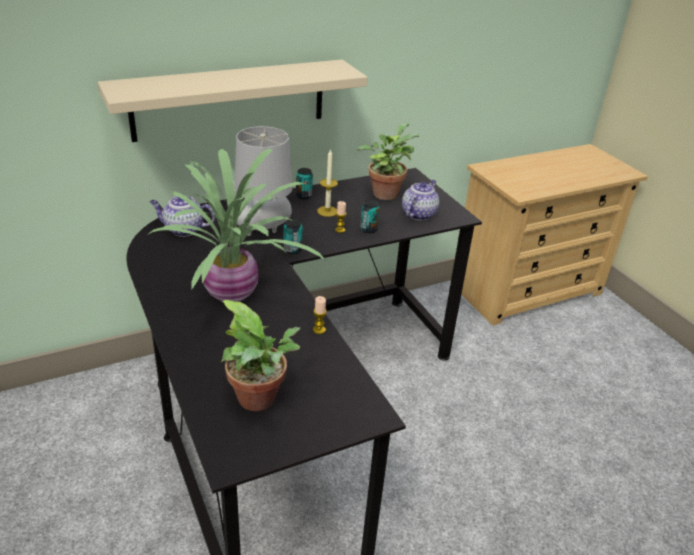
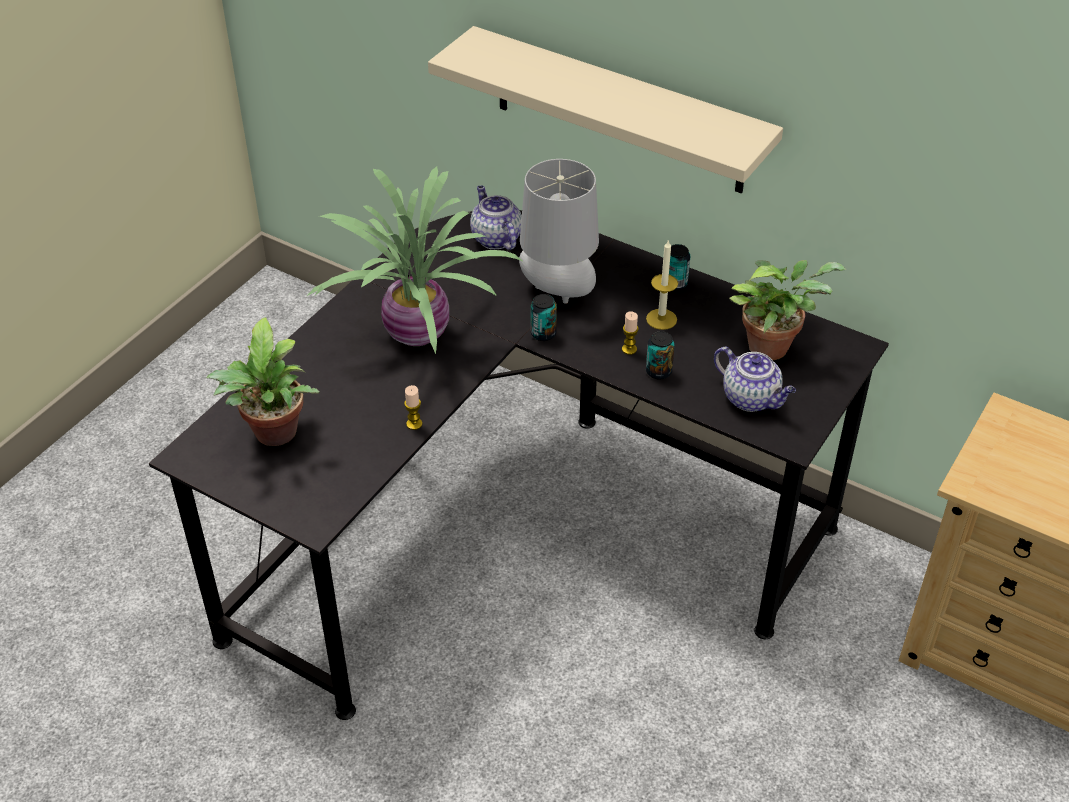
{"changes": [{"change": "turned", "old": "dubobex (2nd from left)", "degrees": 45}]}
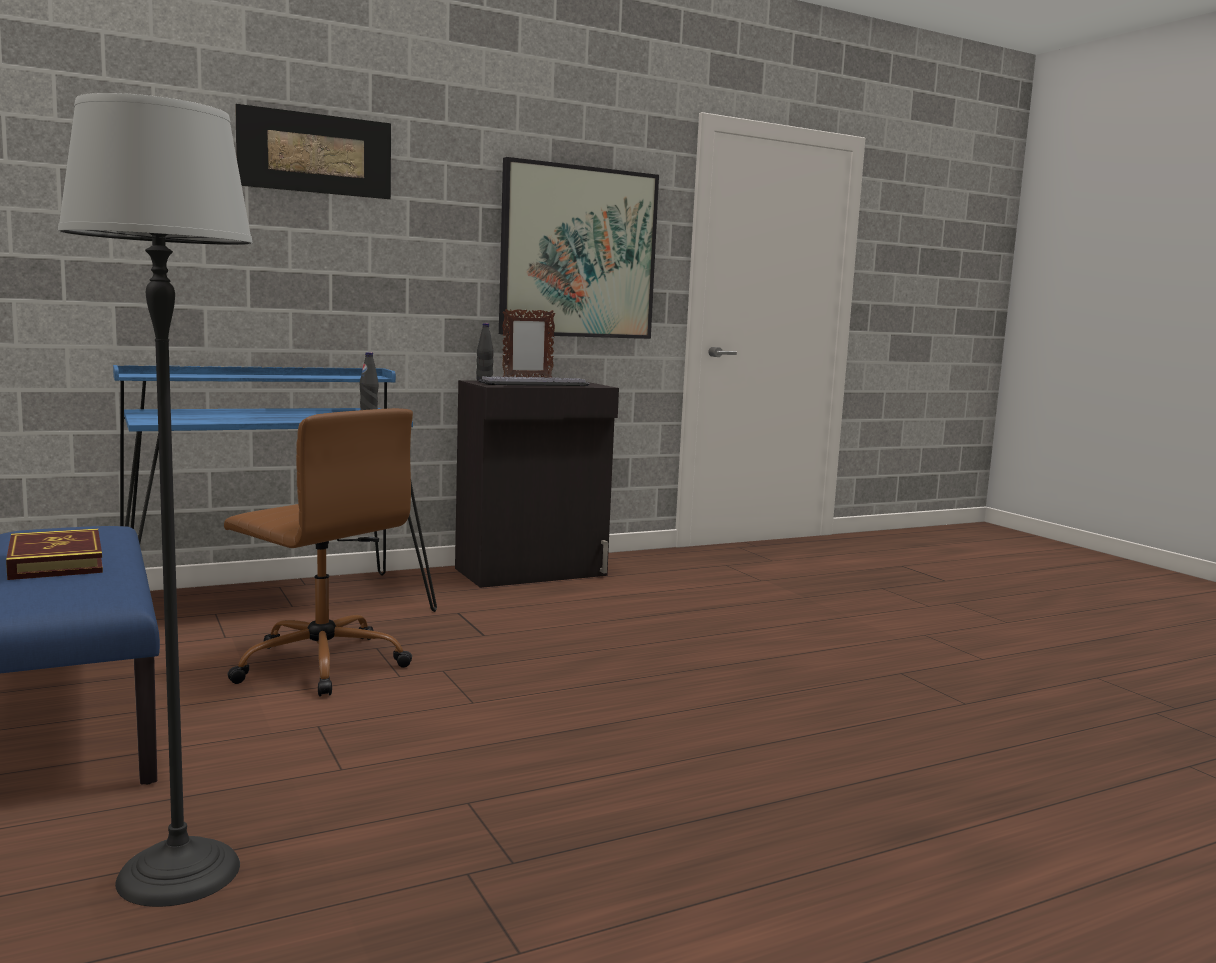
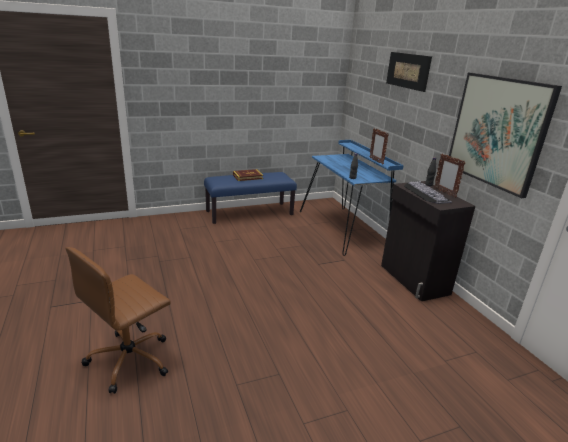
{"changes": [{"change": "removed", "old": "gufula"}, {"change": "moved", "old": "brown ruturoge"}, {"change": "added", "new": "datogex (1st from left)"}]}
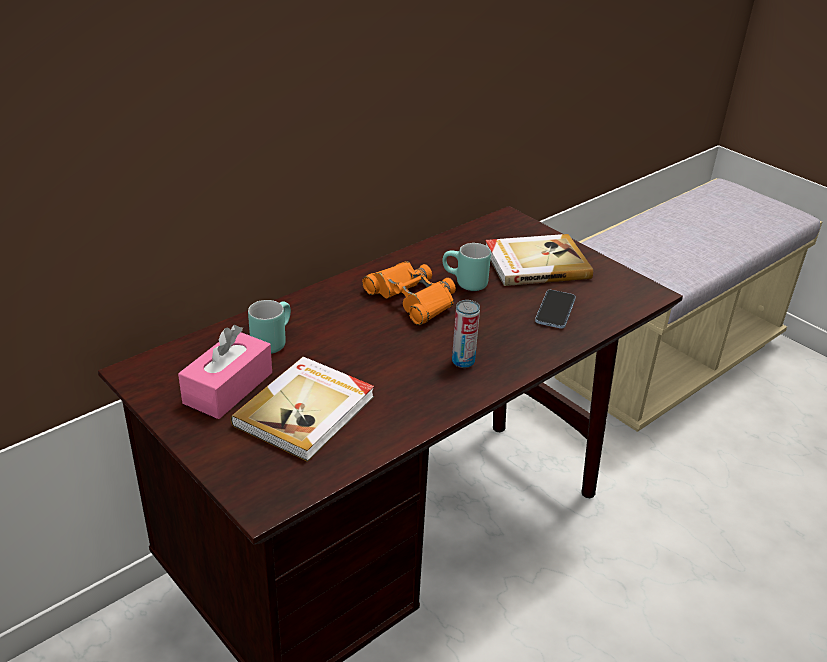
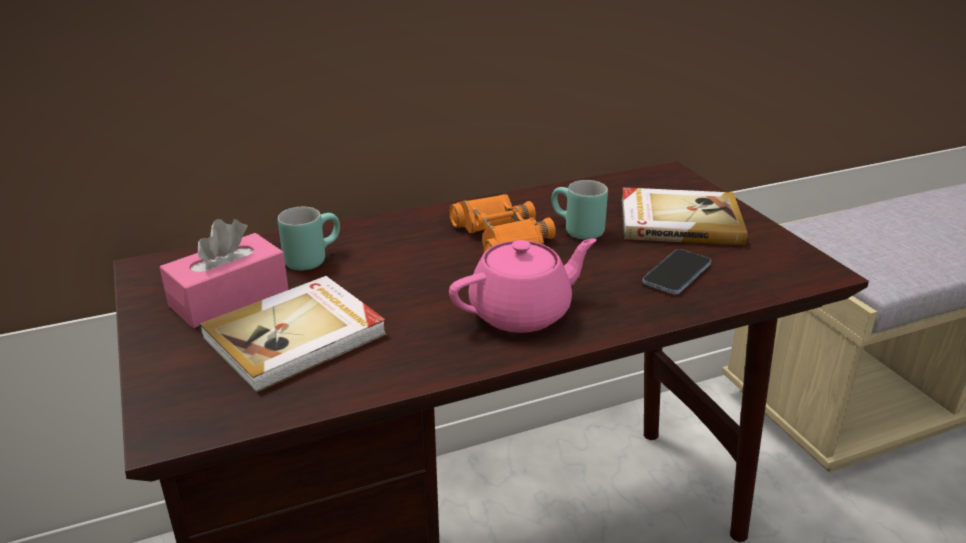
{"changes": [{"change": "replaced", "old": "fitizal", "new": "pink dubobex"}]}
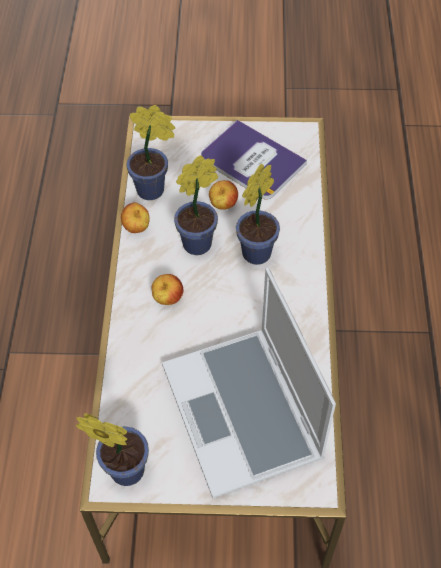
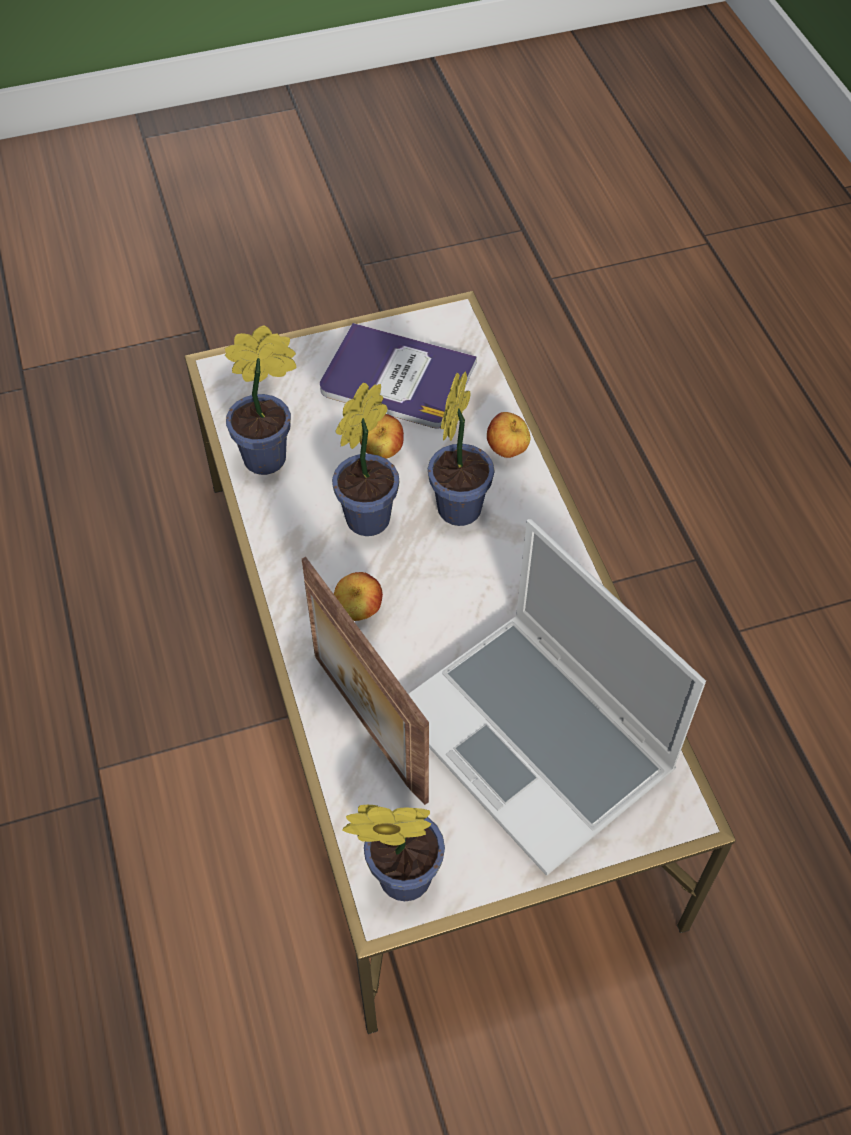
{"changes": [{"change": "moved", "old": "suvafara (1st from left in the first image)", "new": "suvafara (3rd from left)"}, {"change": "added", "new": "datogex"}]}
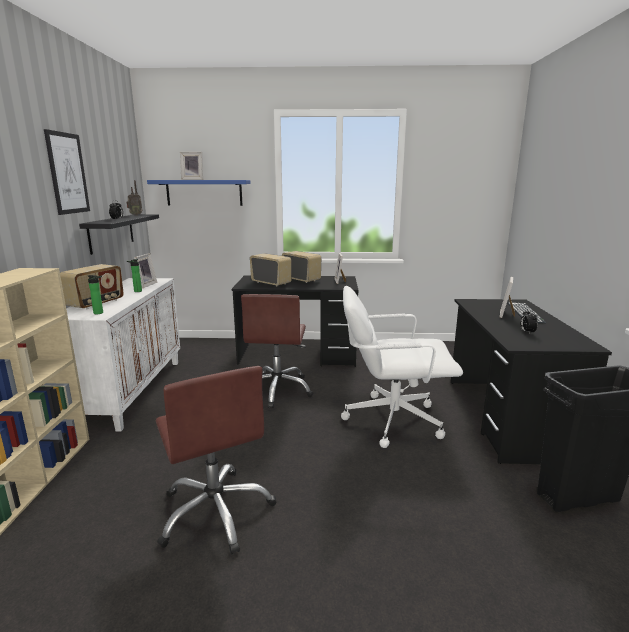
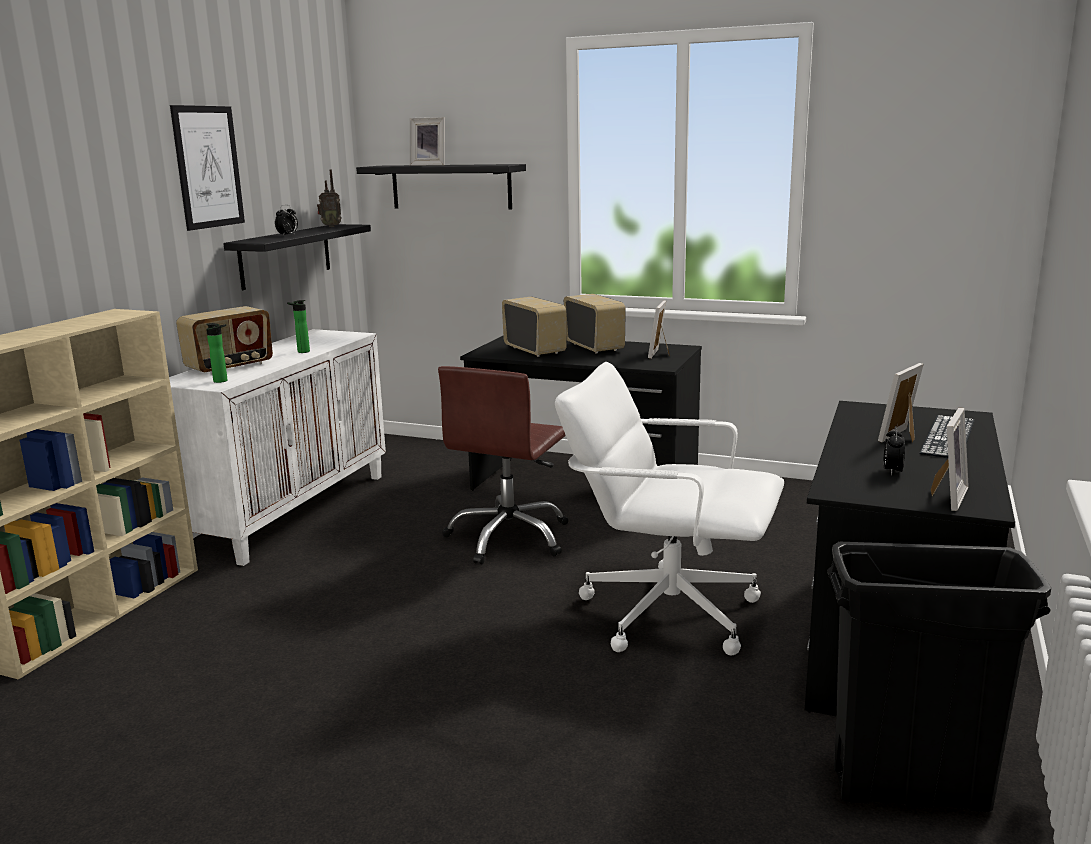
{"changes": [{"change": "recoloured", "old": "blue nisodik", "new": "black nisodik (2nd from left)"}, {"change": "moved", "old": "datogex (1st from left in the first image)", "new": "datogex (4th from left)"}, {"change": "removed", "old": "brown ruturoge (1st from left)"}]}
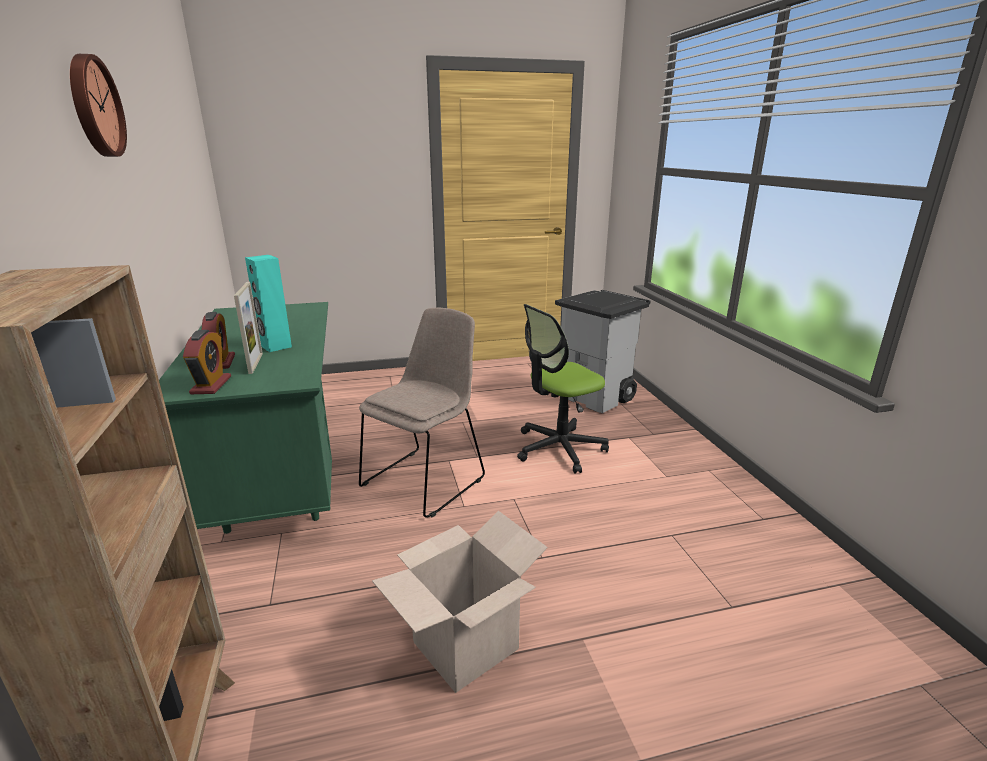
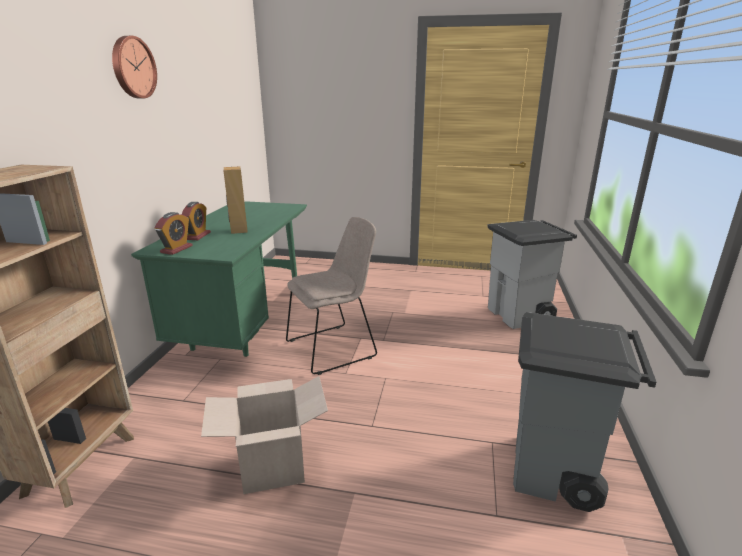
{"changes": [{"change": "recoloured", "old": "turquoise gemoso", "new": "brown gemoso"}, {"change": "removed", "old": "datogex"}, {"change": "removed", "old": "ruturoge"}, {"change": "added", "new": "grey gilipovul (2nd from left)"}]}
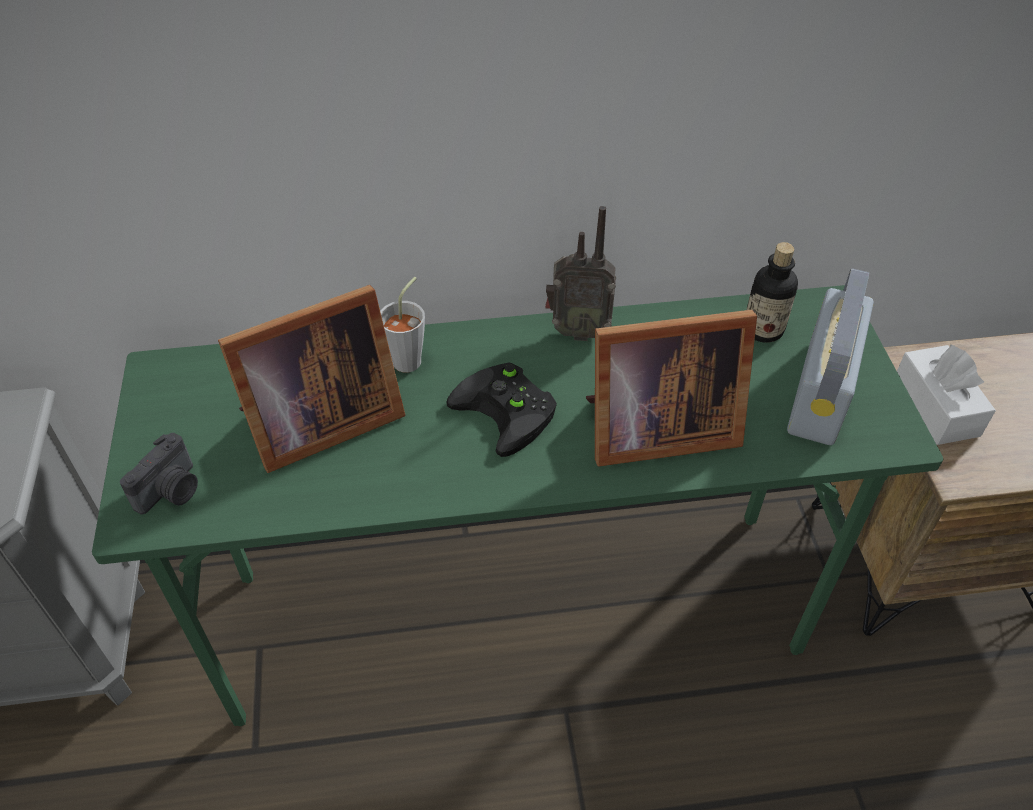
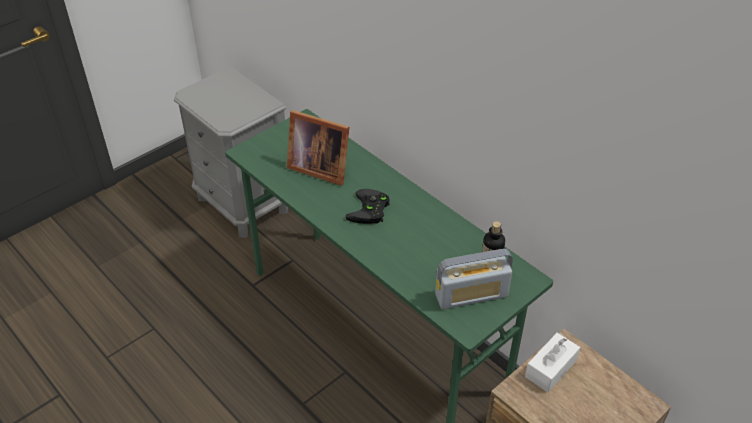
{"changes": [{"change": "removed", "old": "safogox (1st from left)"}, {"change": "removed", "old": "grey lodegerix"}, {"change": "removed", "old": "datogex (2nd from left)"}, {"change": "removed", "old": "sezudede"}]}
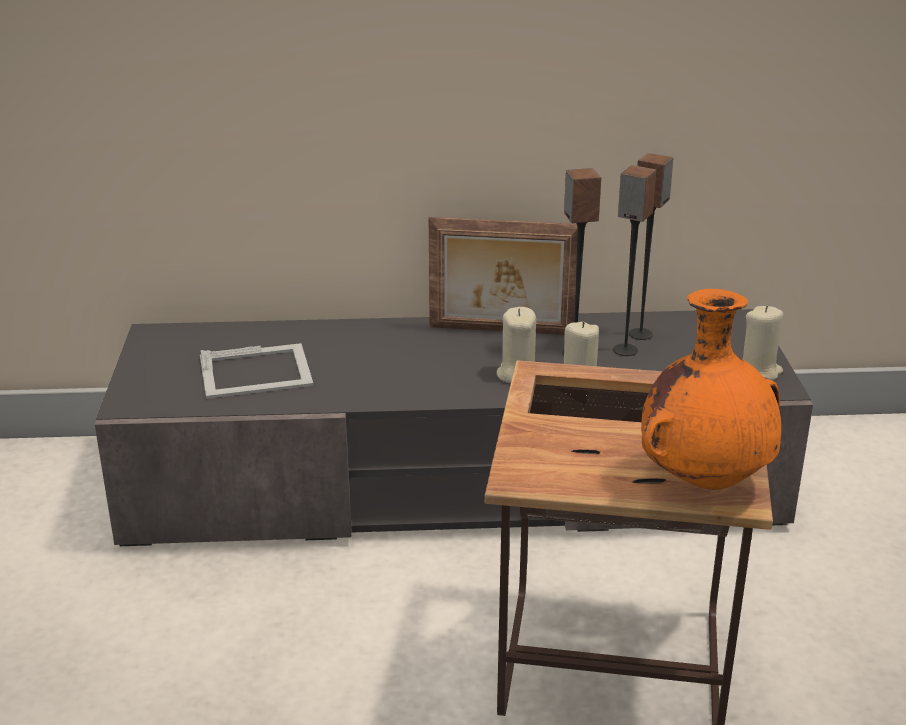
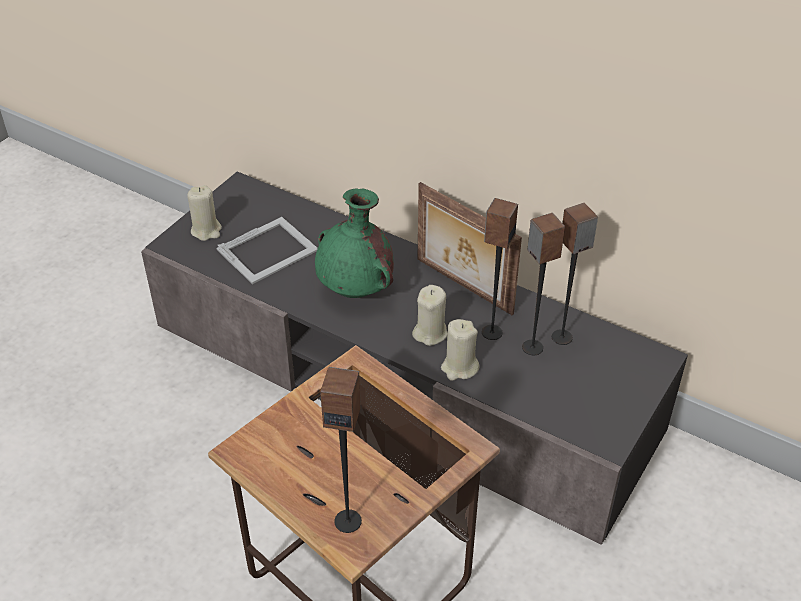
{"changes": [{"change": "replaced", "old": "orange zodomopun", "new": "gemoso (1st from left)"}, {"change": "moved", "old": "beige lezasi (3rd from left in the first image)", "new": "beige lezasi (1st from left)"}, {"change": "turned", "old": "datogex (1st from left)", "degrees": -60}, {"change": "added", "new": "green zodomopun"}]}
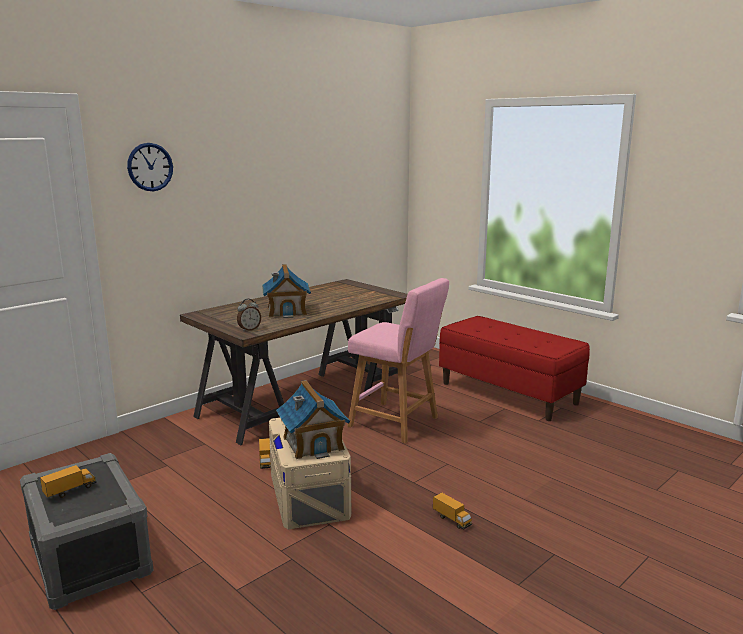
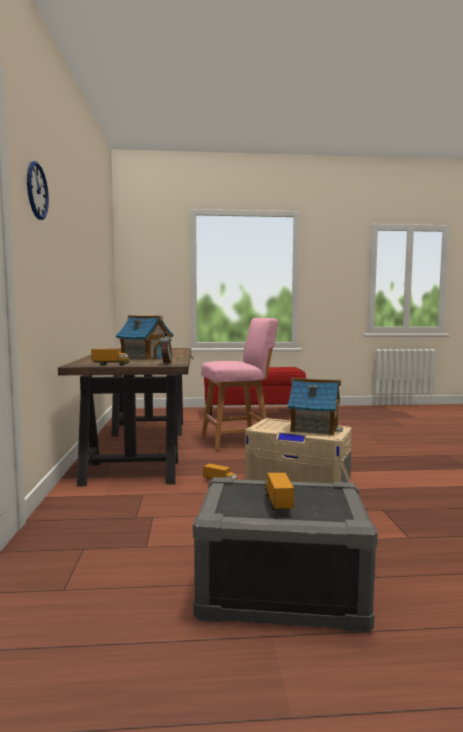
{"changes": [{"change": "moved", "old": "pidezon (3rd from left in the first image)", "new": "pidezon (1st from left)"}]}
